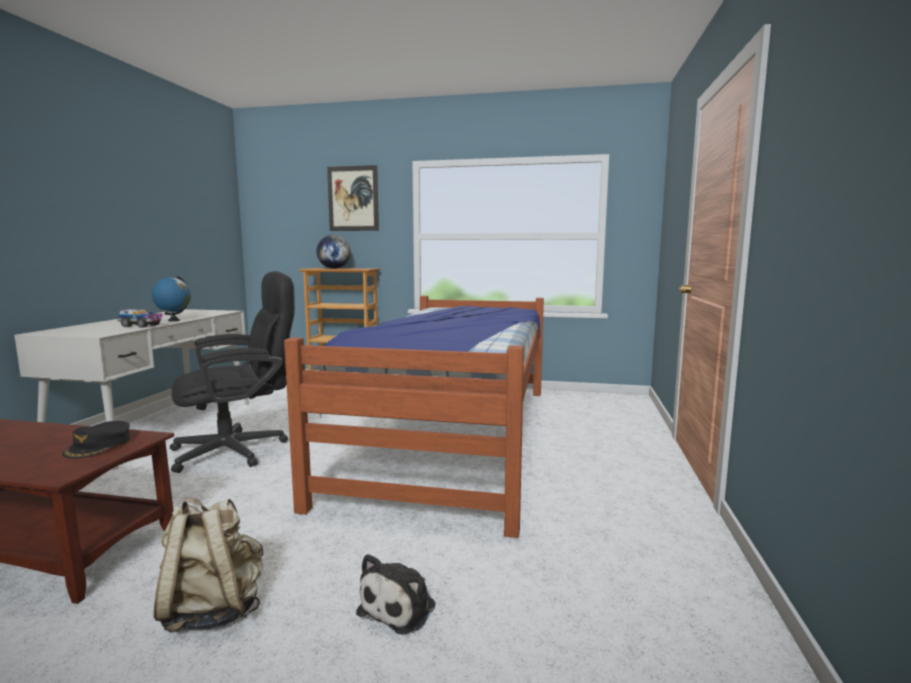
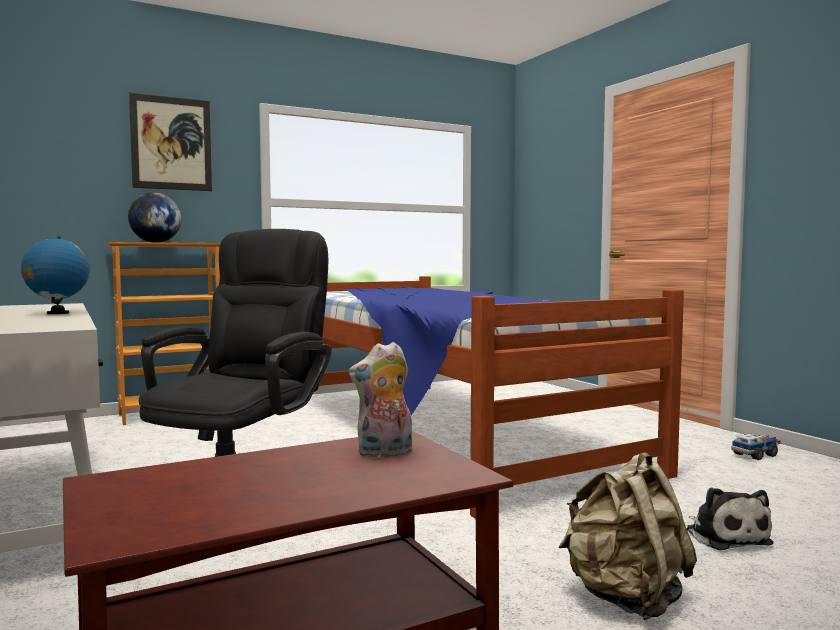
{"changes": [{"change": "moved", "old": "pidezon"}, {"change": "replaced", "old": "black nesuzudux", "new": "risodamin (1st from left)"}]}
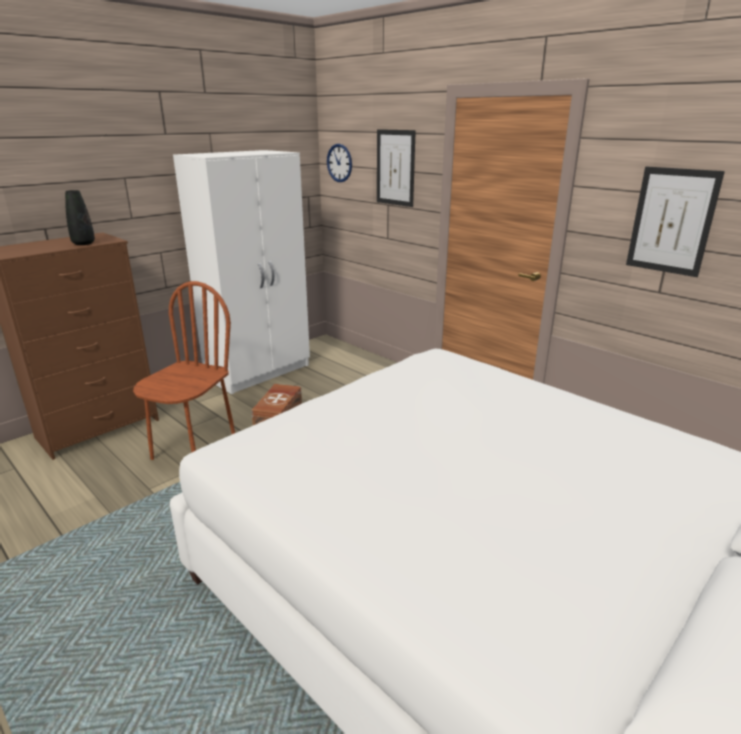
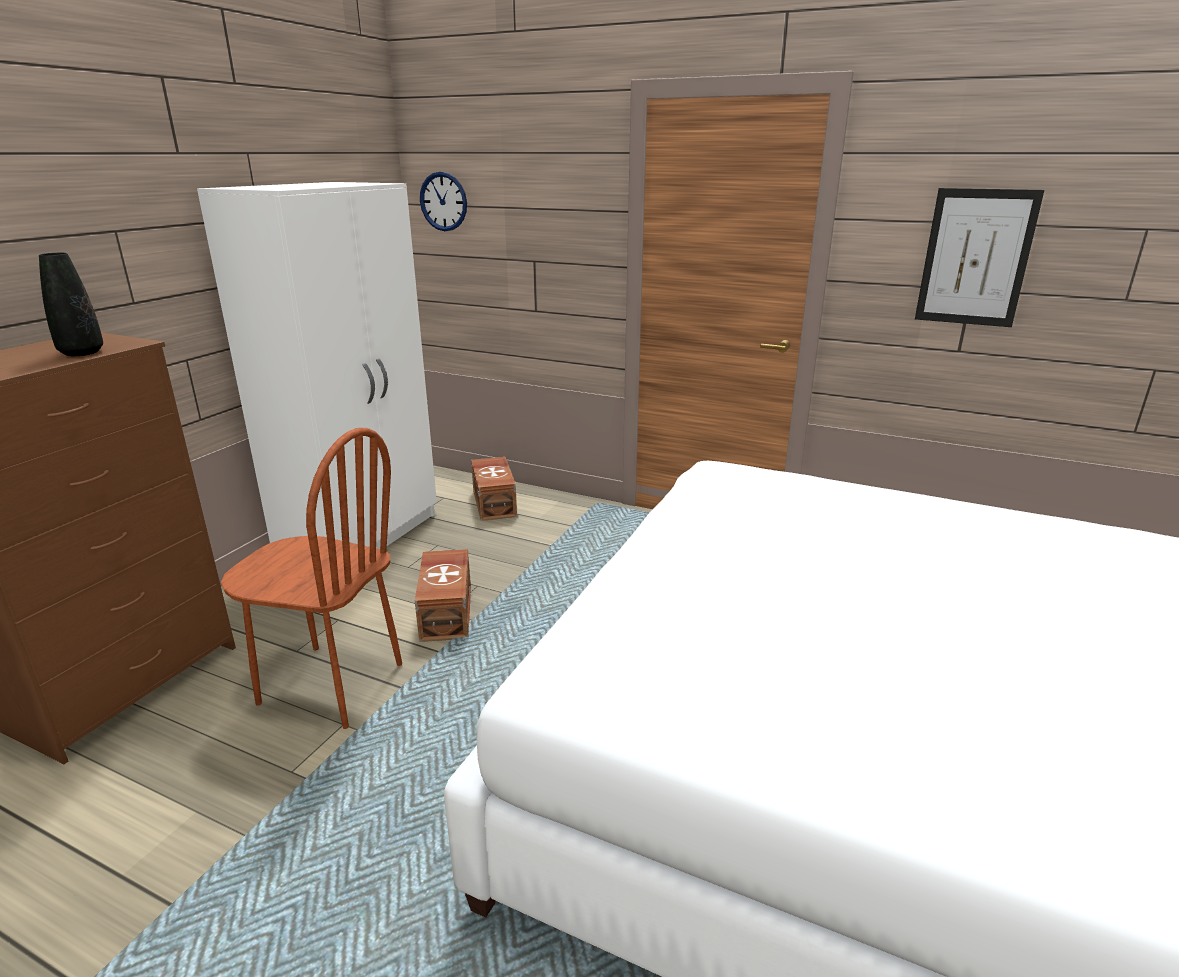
{"changes": [{"change": "removed", "old": "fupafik (1st from left)"}, {"change": "turned", "old": "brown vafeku", "degrees": 105}, {"change": "added", "new": "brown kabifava (2nd from left)"}]}
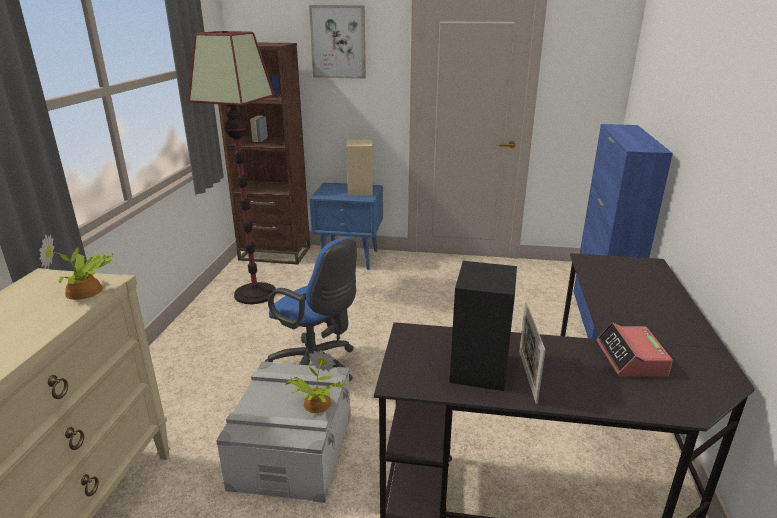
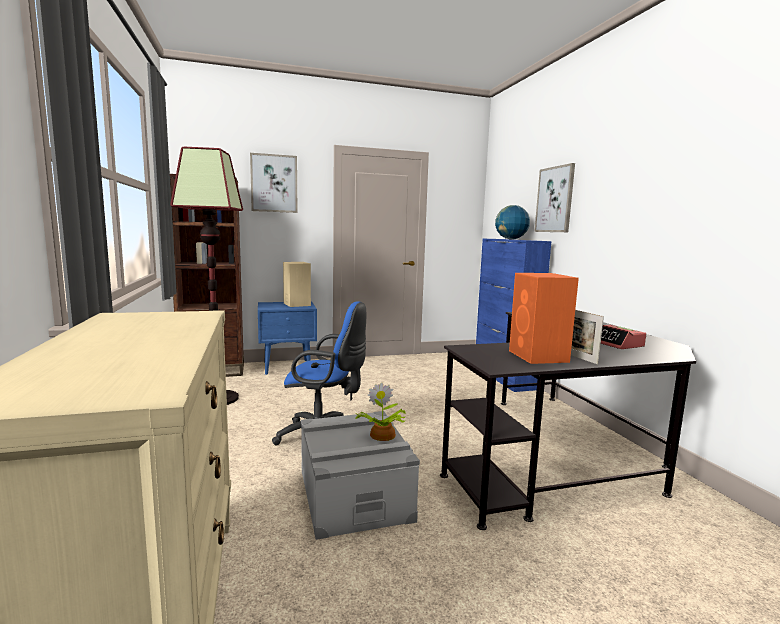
{"changes": [{"change": "removed", "old": "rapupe (1st from left)"}, {"change": "recoloured", "old": "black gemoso", "new": "orange gemoso"}, {"change": "added", "new": "fupafik (2nd from left)"}, {"change": "added", "new": "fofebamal"}]}
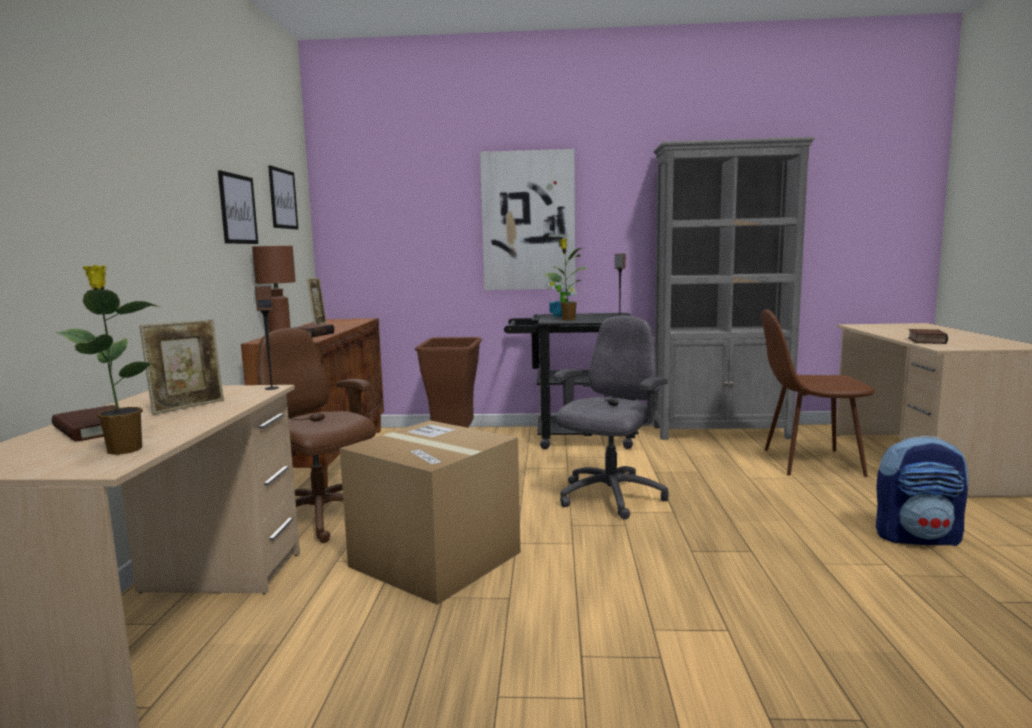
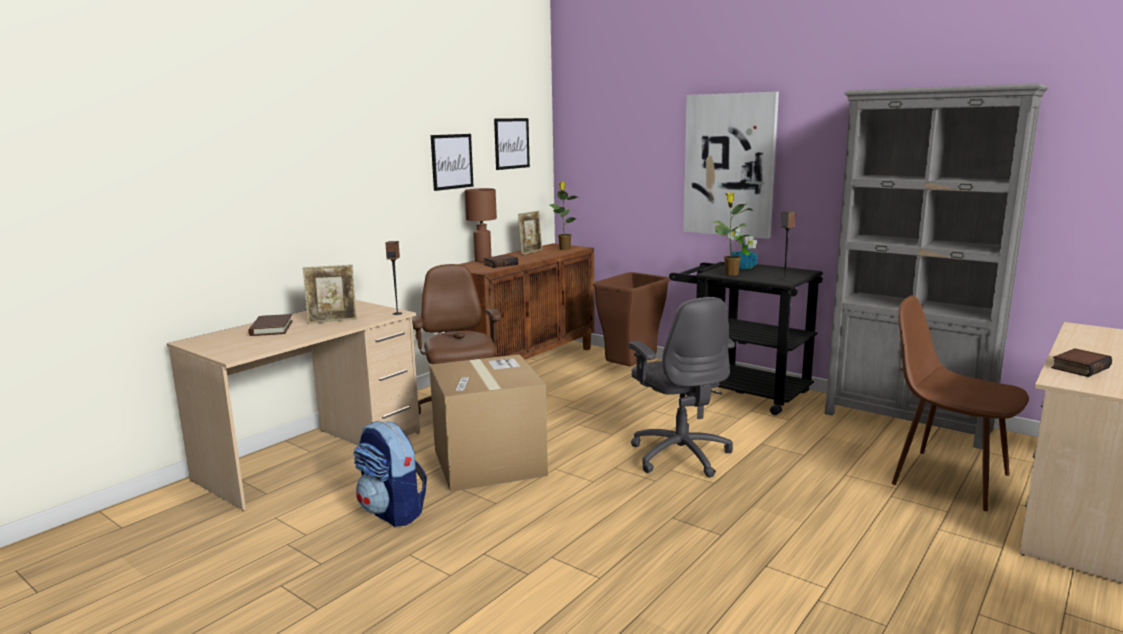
{"changes": [{"change": "moved", "old": "rapupe (1st from left)"}, {"change": "turned", "old": "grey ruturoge", "degrees": 90}, {"change": "moved", "old": "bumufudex"}]}
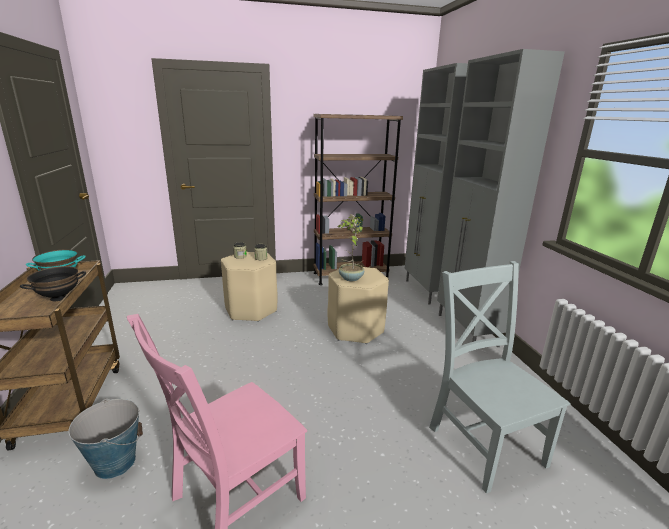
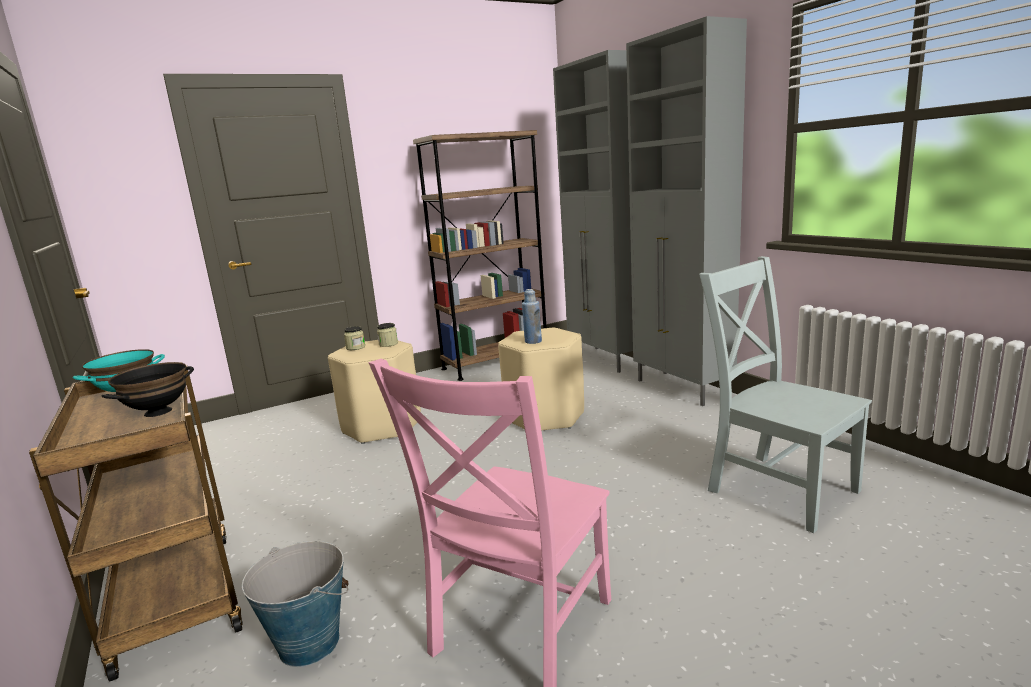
{"changes": [{"change": "replaced", "old": "rapupe", "new": "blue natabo"}]}
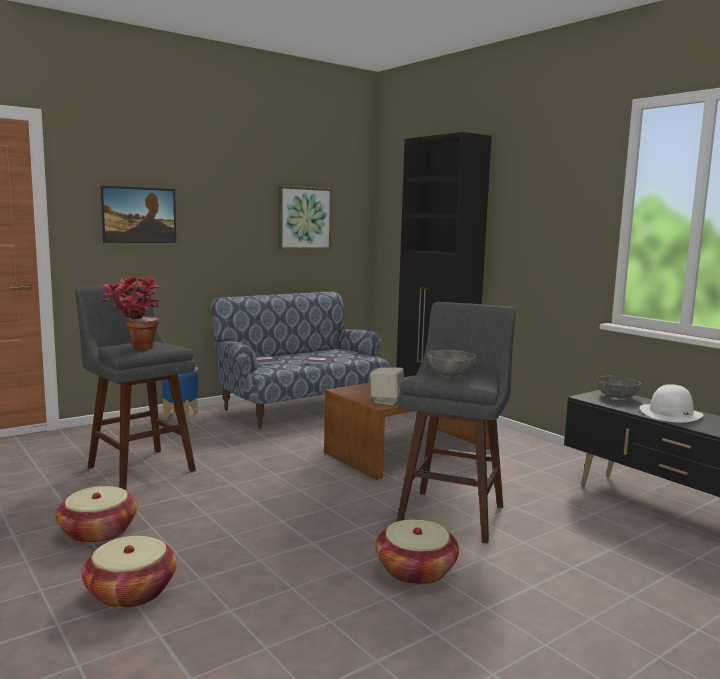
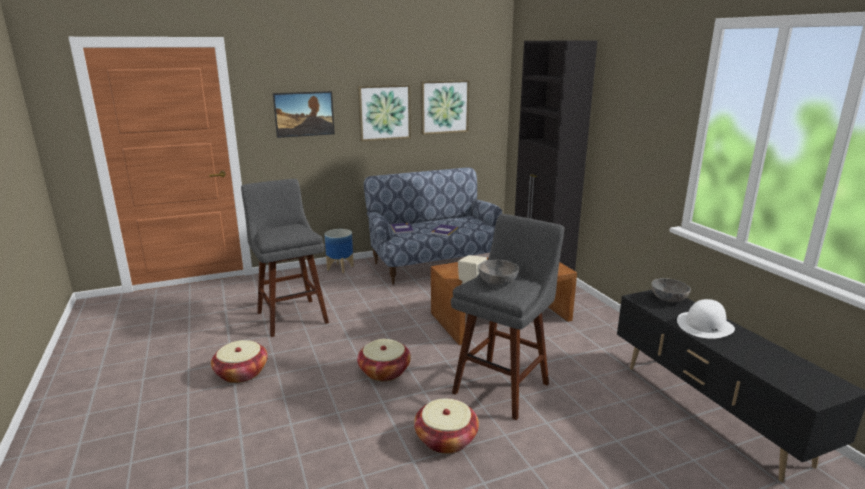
{"changes": [{"change": "removed", "old": "rapupe"}, {"change": "moved", "old": "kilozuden (2nd from left)"}, {"change": "added", "new": "fupafik (2nd from left)"}]}
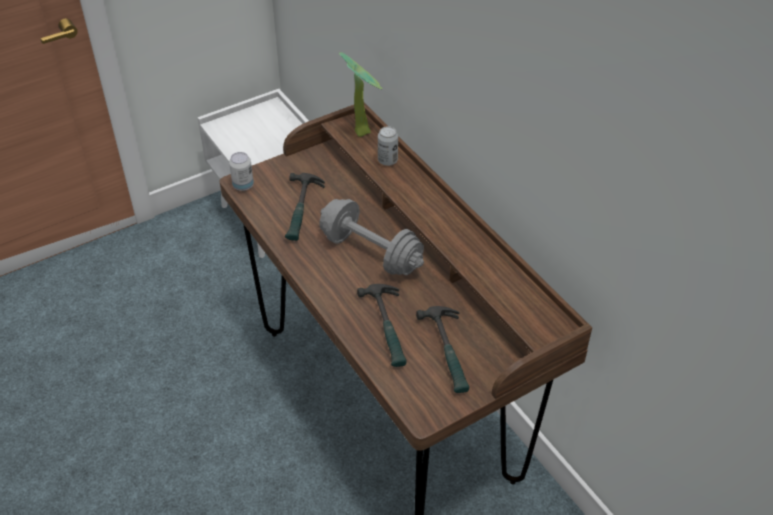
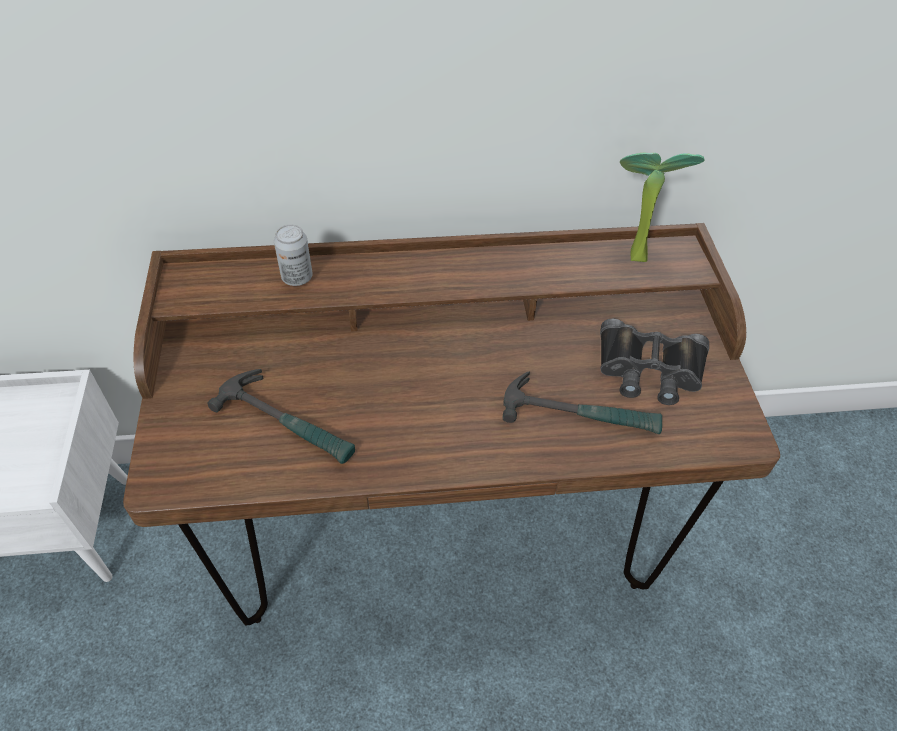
{"changes": [{"change": "moved", "old": "rapupe"}, {"change": "removed", "old": "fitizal (1st from left)"}, {"change": "removed", "old": "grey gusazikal"}, {"change": "replaced", "old": "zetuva (3rd from left)", "new": "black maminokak"}]}
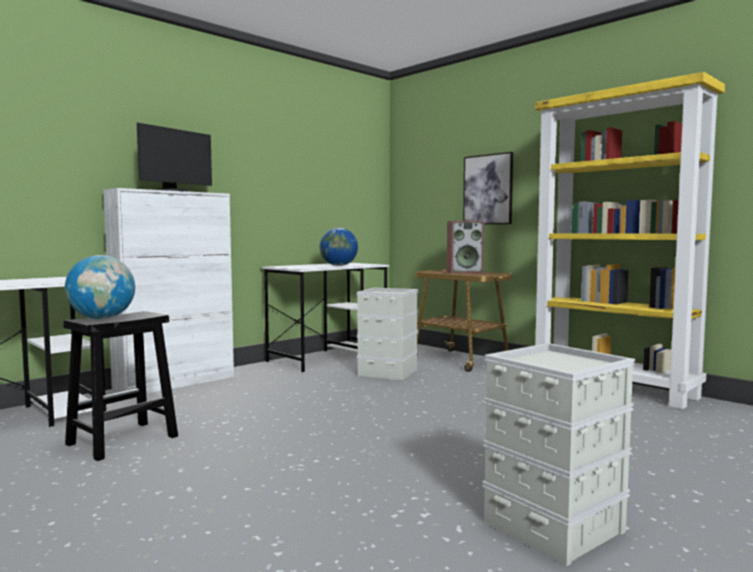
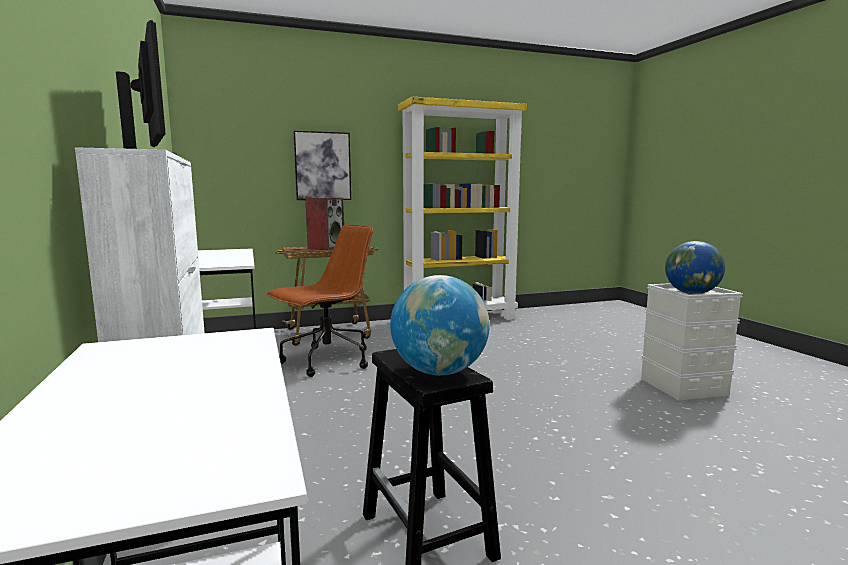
{"changes": [{"change": "moved", "old": "fofebamal (2nd from left)"}, {"change": "replaced", "old": "grey kabifava (1st from left)", "new": "brown ruturoge"}]}
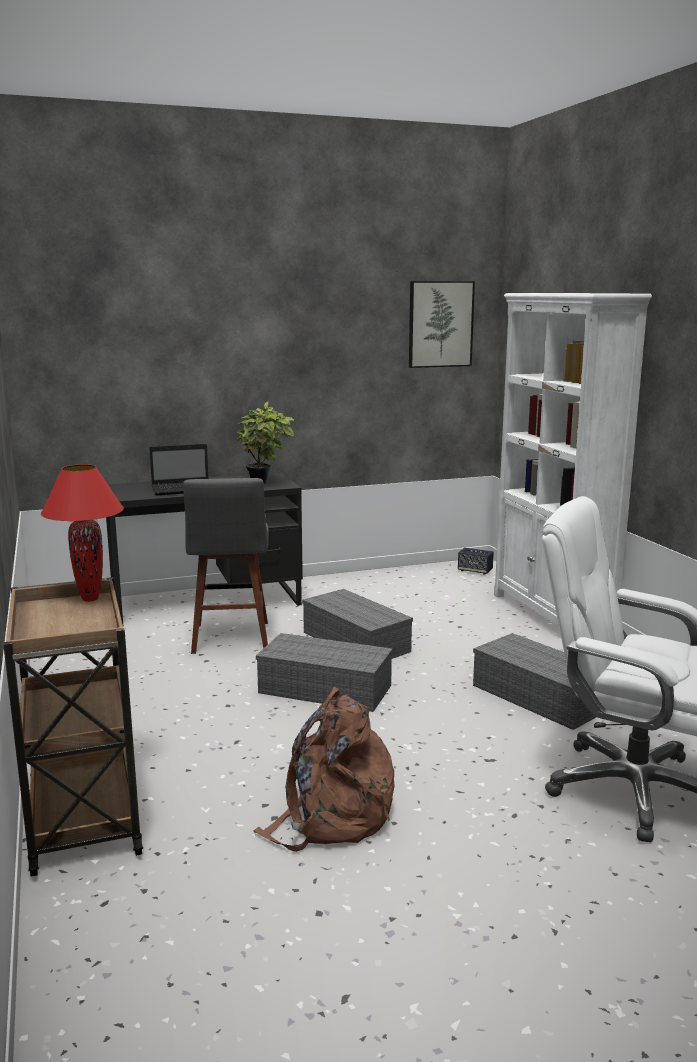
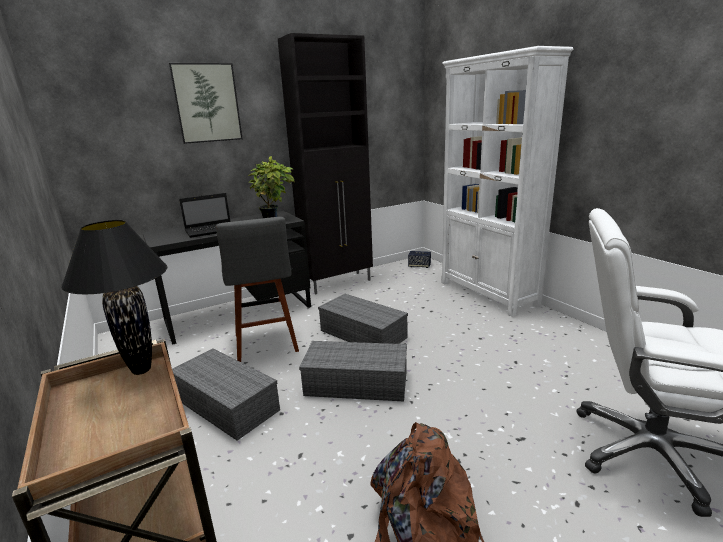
{"changes": [{"change": "moved", "old": "fupafik"}, {"change": "recoloured", "old": "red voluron", "new": "black voluron"}, {"change": "moved", "old": "grey kabifava (3rd from left in the first image)", "new": "grey kabifava (1st from left)"}, {"change": "added", "new": "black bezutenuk"}]}
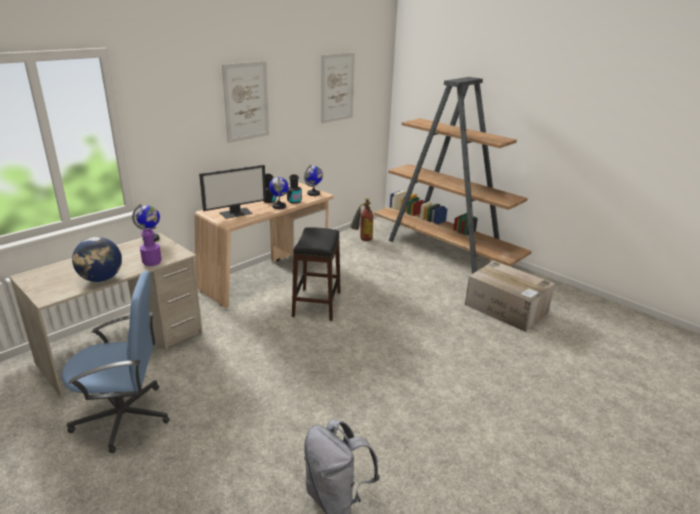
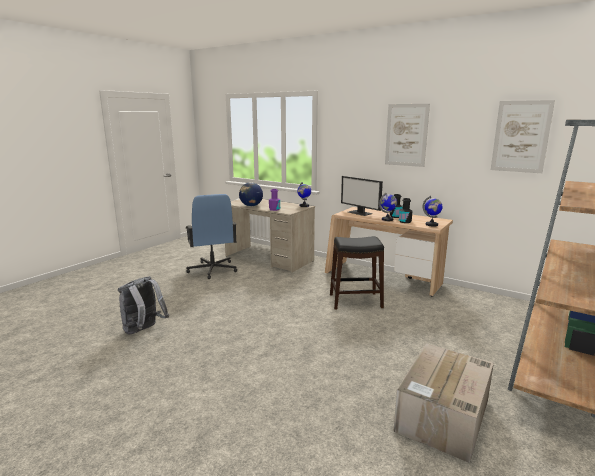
{"changes": [{"change": "removed", "old": "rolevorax"}]}
